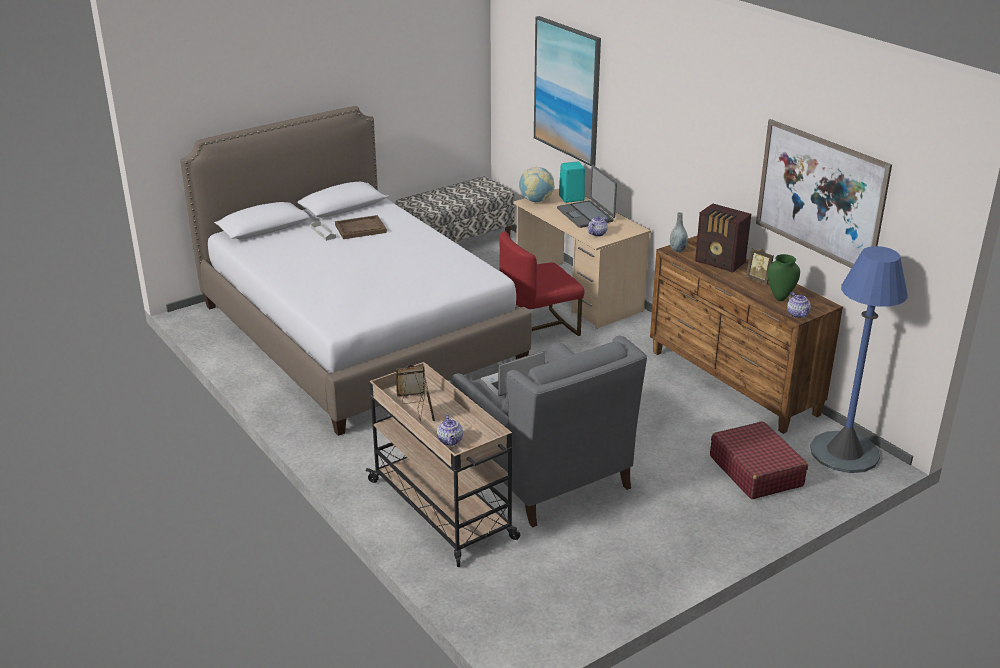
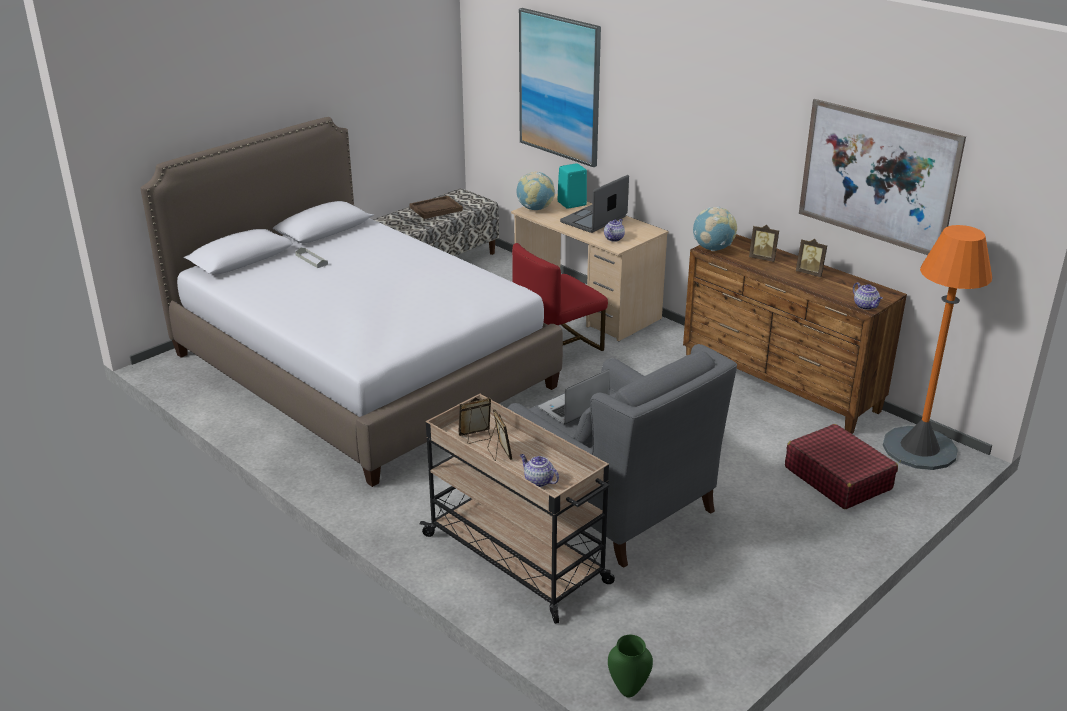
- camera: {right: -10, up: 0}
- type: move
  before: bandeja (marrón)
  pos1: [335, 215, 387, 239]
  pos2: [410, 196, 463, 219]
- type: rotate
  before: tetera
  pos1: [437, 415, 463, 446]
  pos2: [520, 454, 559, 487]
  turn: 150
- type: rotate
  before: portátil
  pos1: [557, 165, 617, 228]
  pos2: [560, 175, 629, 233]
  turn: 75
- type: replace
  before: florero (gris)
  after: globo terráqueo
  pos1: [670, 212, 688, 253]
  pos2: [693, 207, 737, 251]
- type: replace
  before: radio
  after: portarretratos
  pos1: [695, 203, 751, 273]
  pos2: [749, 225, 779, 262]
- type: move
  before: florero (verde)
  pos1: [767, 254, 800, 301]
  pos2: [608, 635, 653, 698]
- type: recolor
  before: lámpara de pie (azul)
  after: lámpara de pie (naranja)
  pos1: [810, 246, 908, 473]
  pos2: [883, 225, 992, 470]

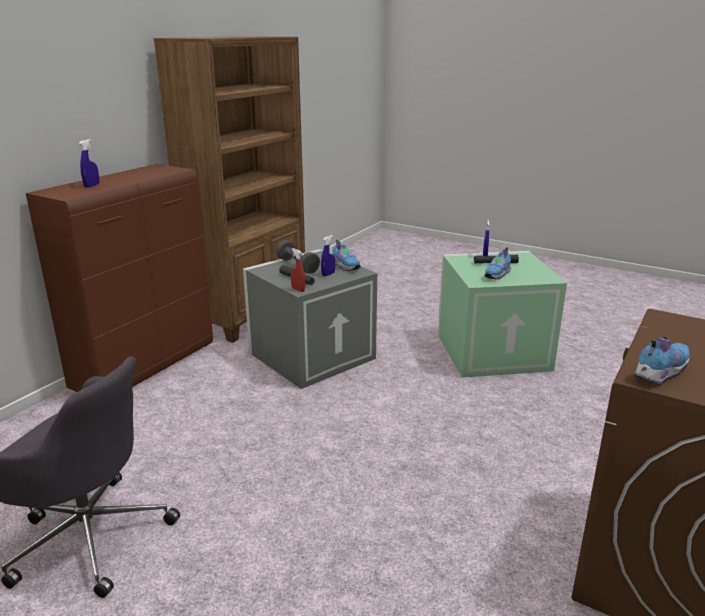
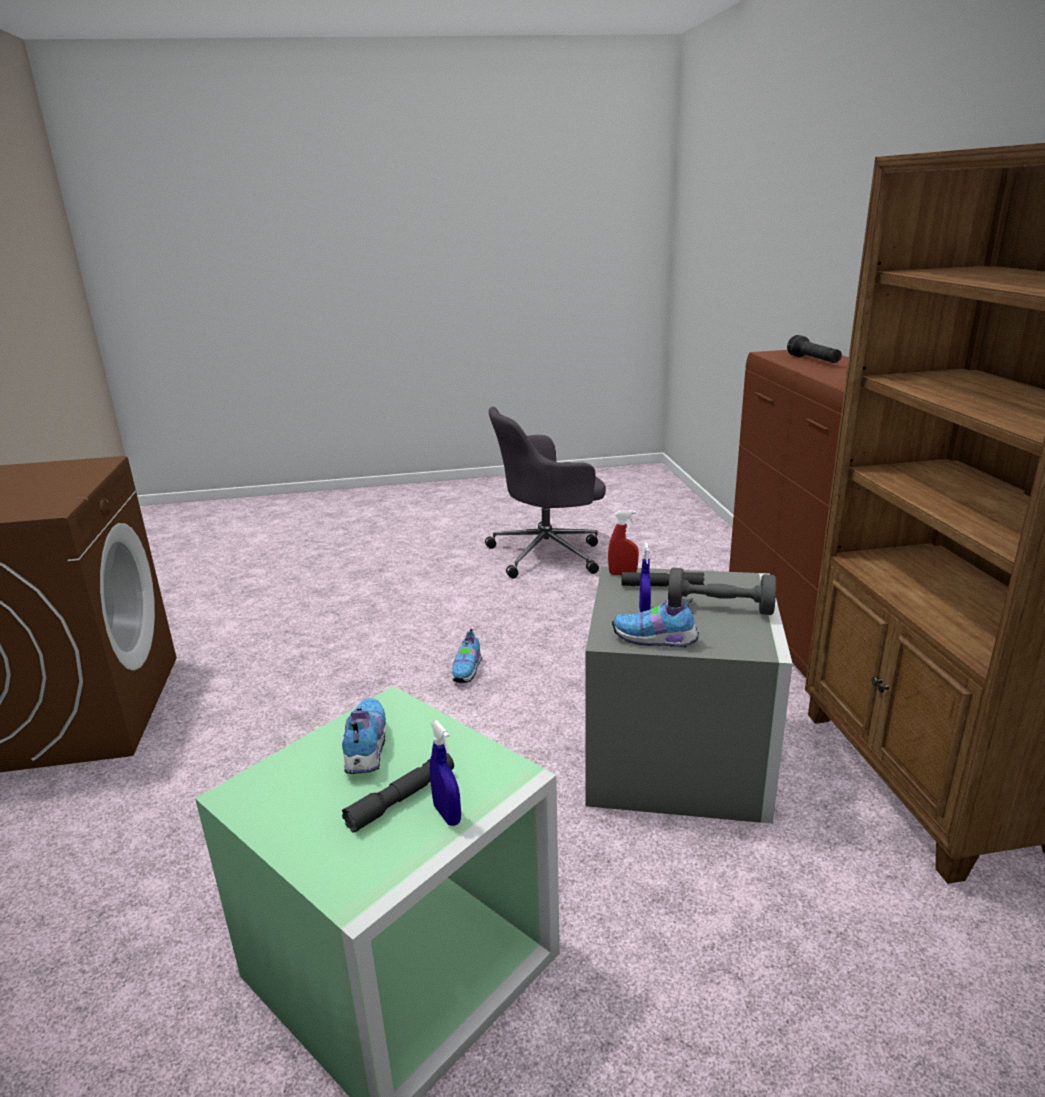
- camera: {right: 140, up: 0}
- type: replace
  before: pulverizador (azul)
  after: linterna (negro)
  pos1: [79, 139, 99, 188]
  pos2: [787, 335, 842, 363]
- type: move
  before: zapato
  pos1: [634, 337, 690, 385]
  pos2: [452, 629, 482, 683]

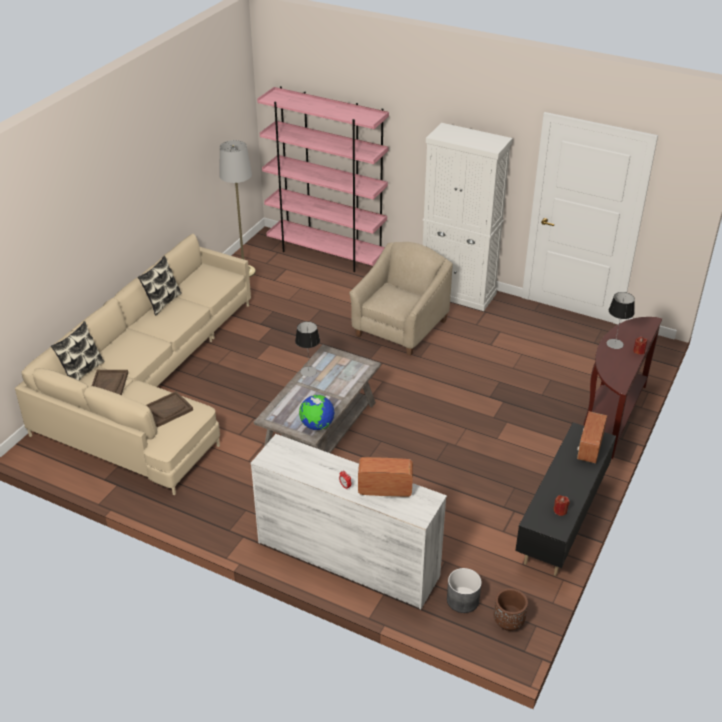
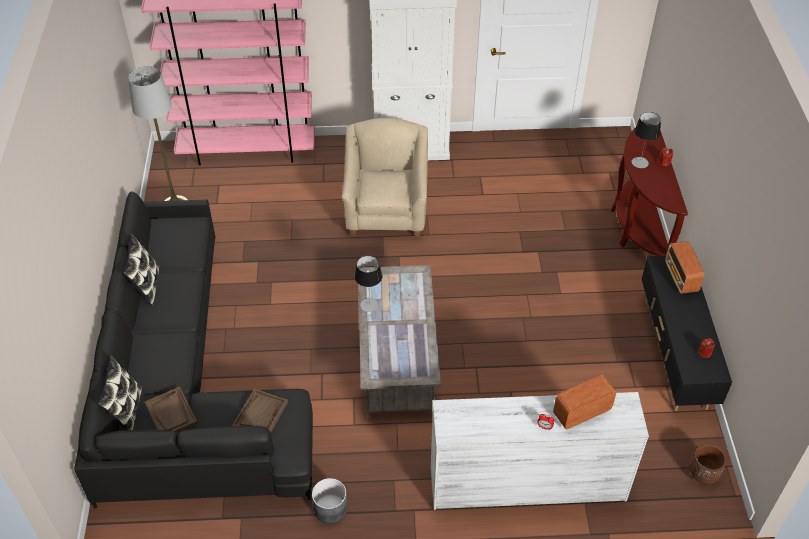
- camera: {right: -30, up: 10}
- type: recolor
  before: sofá (beis)
  after: sofá (negro)
  pos1: [15, 233, 251, 495]
  pos2: [74, 191, 313, 509]
- type: delete
  before: globo terráqueo
  pos1: [299, 395, 335, 430]
- type: move
  before: maceta (gris)
  pos1: [447, 568, 482, 613]
  pos2: [312, 478, 347, 523]

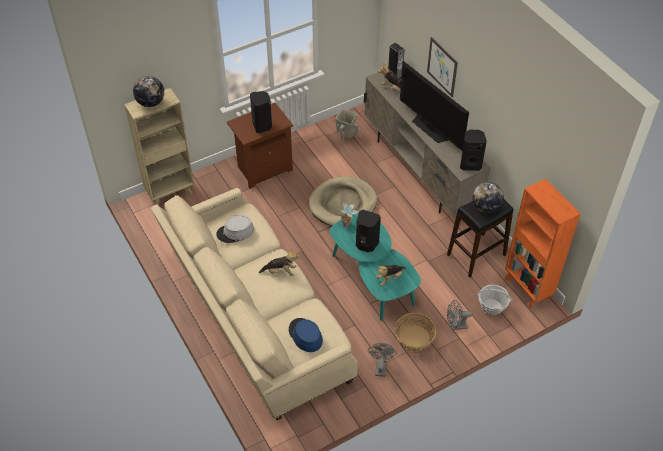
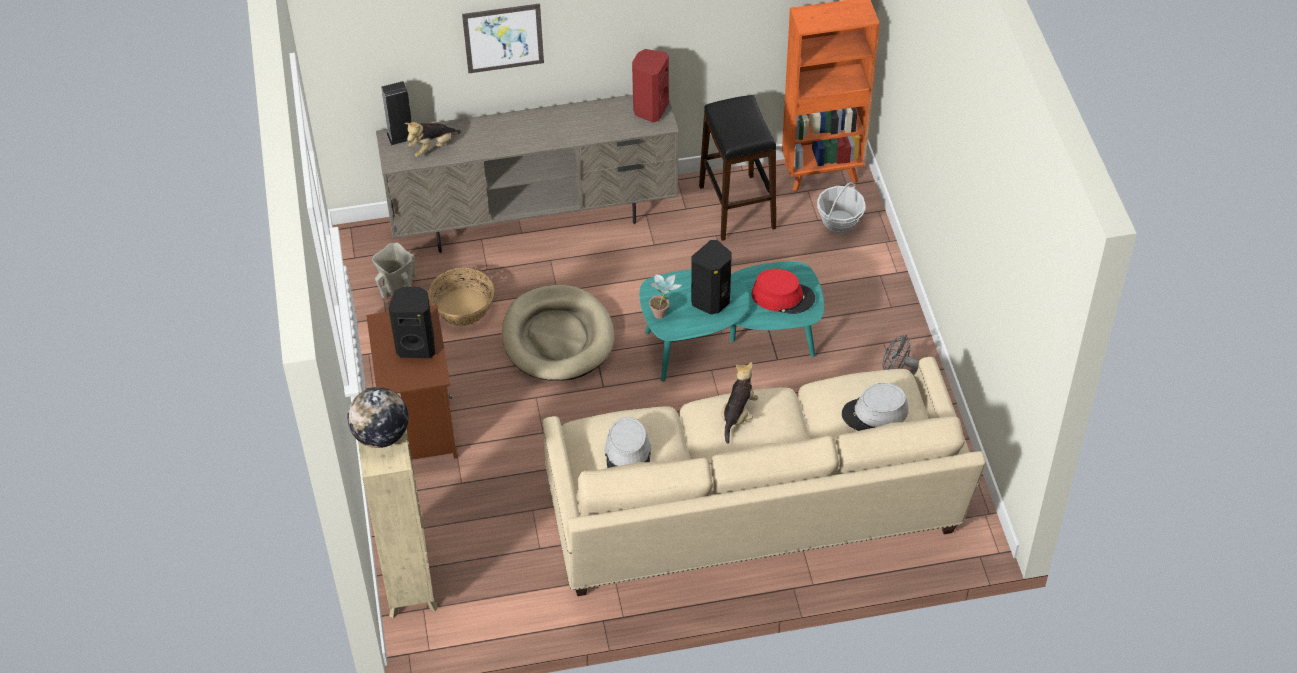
- camera: {right: -70, up: 0}
- type: recolor
  before: sombrero (azul)
  after: sombrero (gris)
  pos1: [289, 318, 323, 352]
  pos2: [842, 383, 908, 431]
- type: replace
  before: peluche
  after: sombrero (rojo)
  pos1: [375, 265, 406, 286]
  pos2: [752, 269, 815, 314]
- type: move
  before: cesta
  pos1: [394, 313, 436, 351]
  pos2: [428, 268, 494, 326]
- type: delete
  before: televisor
  pos1: [400, 61, 469, 151]
- type: delete
  before: ventilador (gris)
  pos1: [447, 300, 473, 330]
- type: recolor
  before: altavoz (negro)
  after: altavoz (rojo)
  pos1: [460, 130, 487, 171]
  pos2: [632, 49, 669, 123]
- type: delete
  before: globo terráqueo
  pos1: [472, 182, 504, 213]

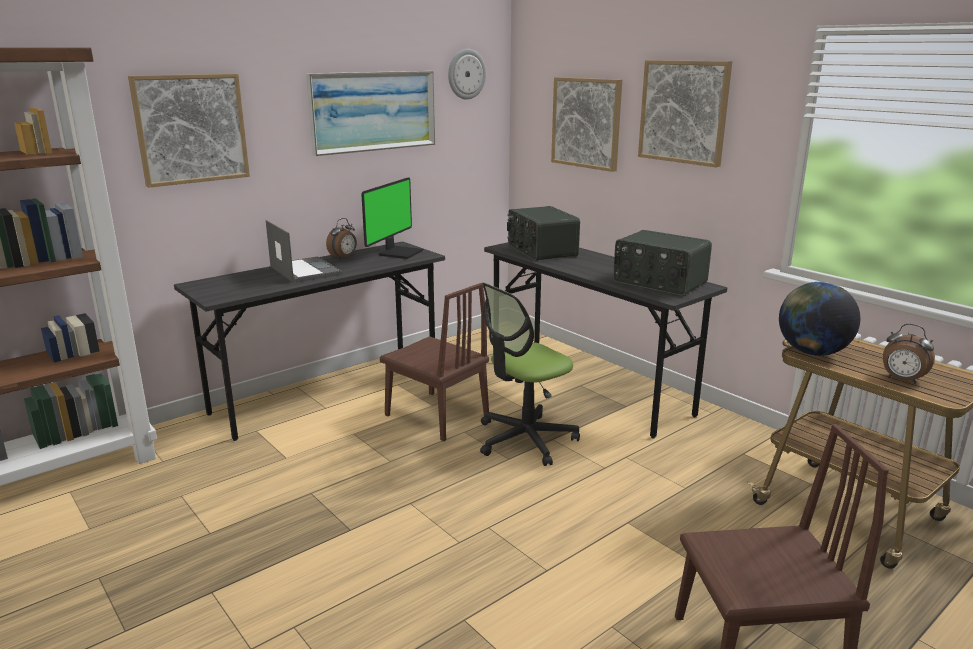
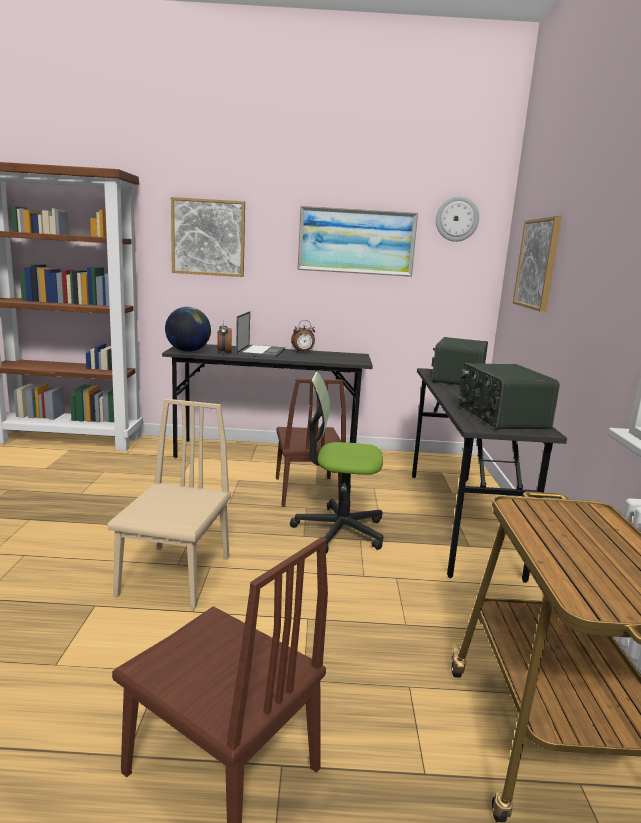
- camera: {right: 40, up: -5}
- type: delete
  before: monitor
  pos1: [361, 177, 423, 259]
- type: delete
  before: cuadro
  pos1: [638, 60, 732, 167]
- type: move
  before: globo terráqueo
  pos1: [779, 282, 860, 356]
  pos2: [165, 307, 211, 352]
- type: move
  before: despertador
  pos1: [883, 324, 935, 384]
  pos2: [217, 319, 232, 354]
- type: insert
  after: silla (beis)
  pos2: [107, 399, 231, 610]

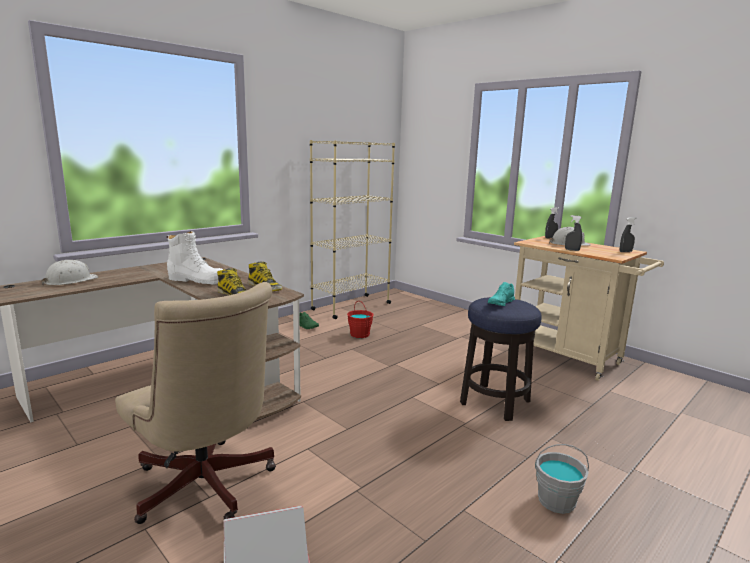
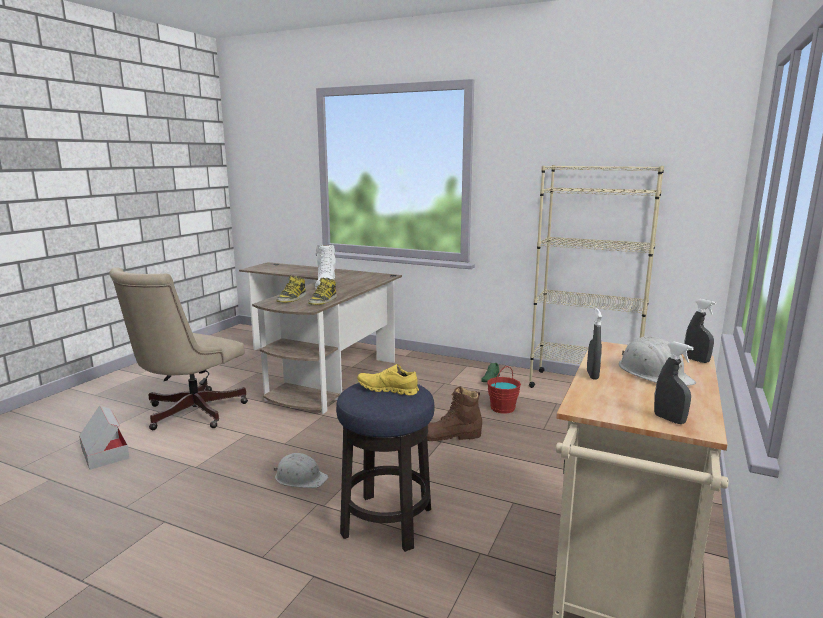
- camera: {right: 70, up: 0}
- type: move
  before: casco (blanco)
  pos1: [41, 260, 99, 285]
  pos2: [273, 453, 329, 488]
- type: recolor
  before: zapato (turquesa)
  after: zapato (amarillo)
  pos1: [488, 282, 515, 306]
  pos2: [357, 364, 419, 396]
- type: delete
  before: cubo (gris)
  pos1: [535, 444, 589, 514]
- type: insert
  after: bota (marrón)
  pos2: [427, 386, 482, 441]

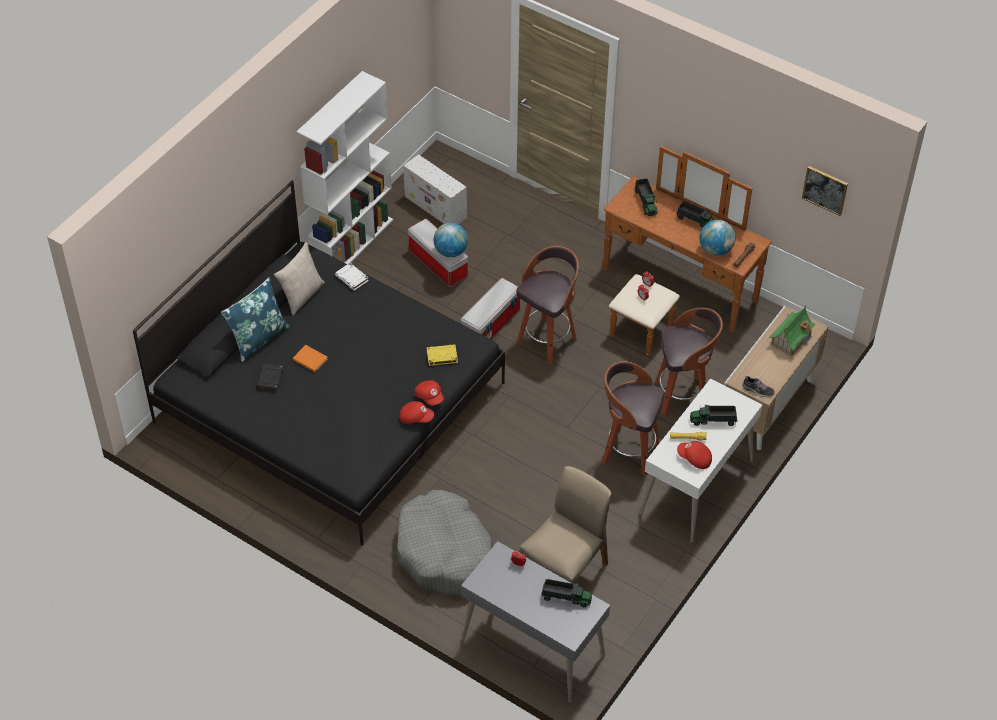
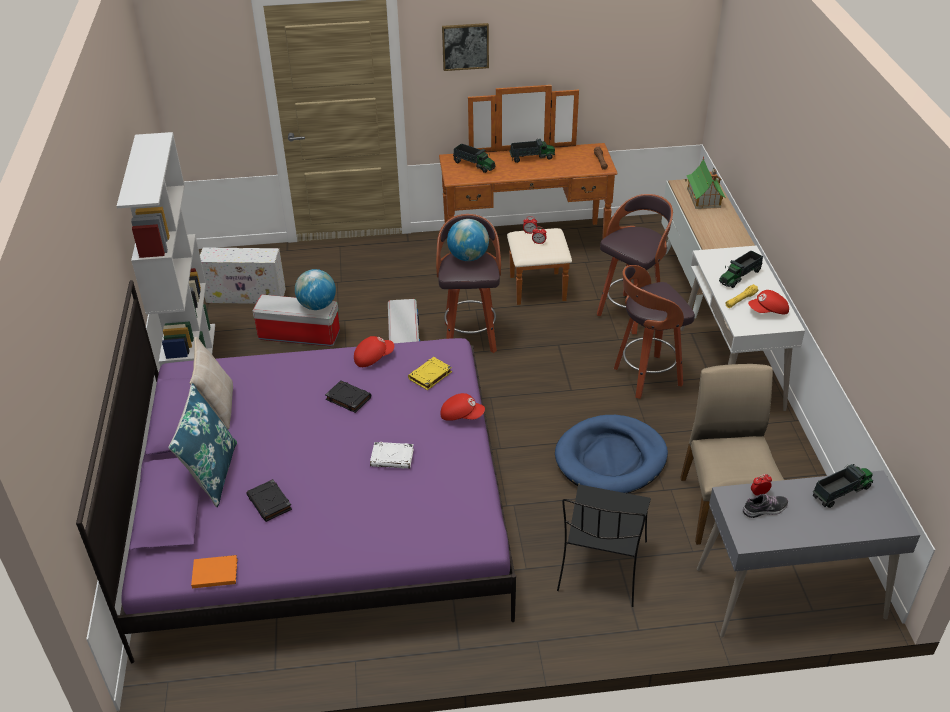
- camera: {right: -40, up: -10}
- type: recolor
  before: cama (negro)
  after: cama (morado)
  pos1: [133, 180, 505, 545]
  pos2: [76, 280, 516, 663]
- type: move
  before: libro (naranja)
  pos1: [293, 345, 328, 372]
  pos2: [191, 555, 237, 588]
- type: move
  before: libro (blanco)
  pos1: [335, 263, 369, 291]
  pos2: [370, 442, 414, 469]
- type: replace
  before: cama para perro (gris)
  after: silla (negro)
  pos1: [397, 490, 492, 596]
  pos2: [557, 485, 651, 607]
- type: move
  before: gorra (rojo)
  pos1: [399, 401, 434, 424]
  pos2: [354, 336, 394, 367]
- type: move
  before: globo terráqueo
  pos1: [699, 220, 736, 256]
  pos2: [447, 219, 489, 261]
- type: move
  before: zapato
  pos1: [742, 376, 775, 397]
  pos2: [743, 494, 788, 518]
- type: move
  before: cuadro
  pos1: [802, 166, 848, 216]
  pos2: [442, 23, 489, 71]
- type: insert
  after: libro (negro)
  pos2: [325, 380, 371, 413]
- type: insert
  after: cama para perro (azul)
  pos2: [555, 415, 668, 493]

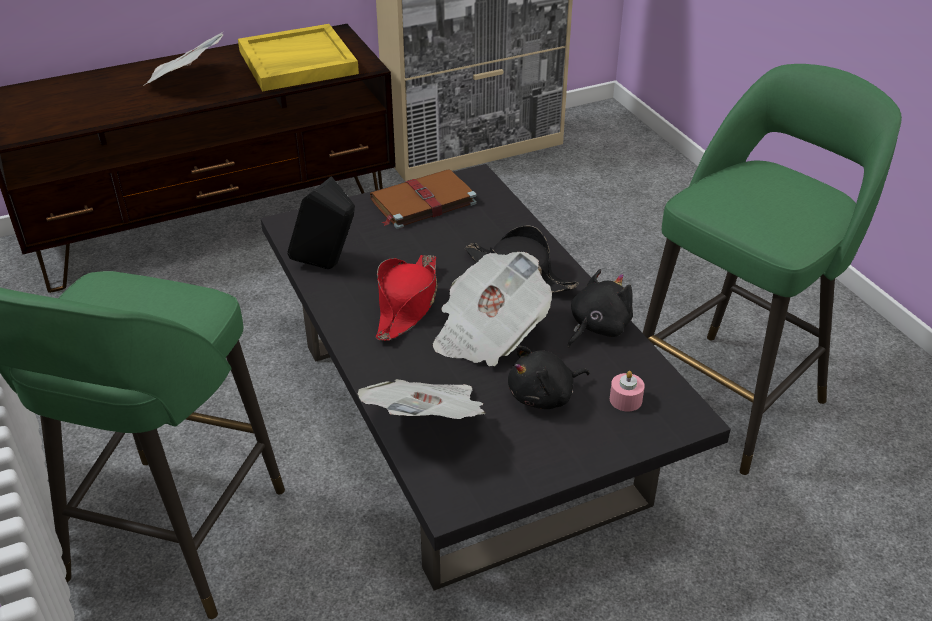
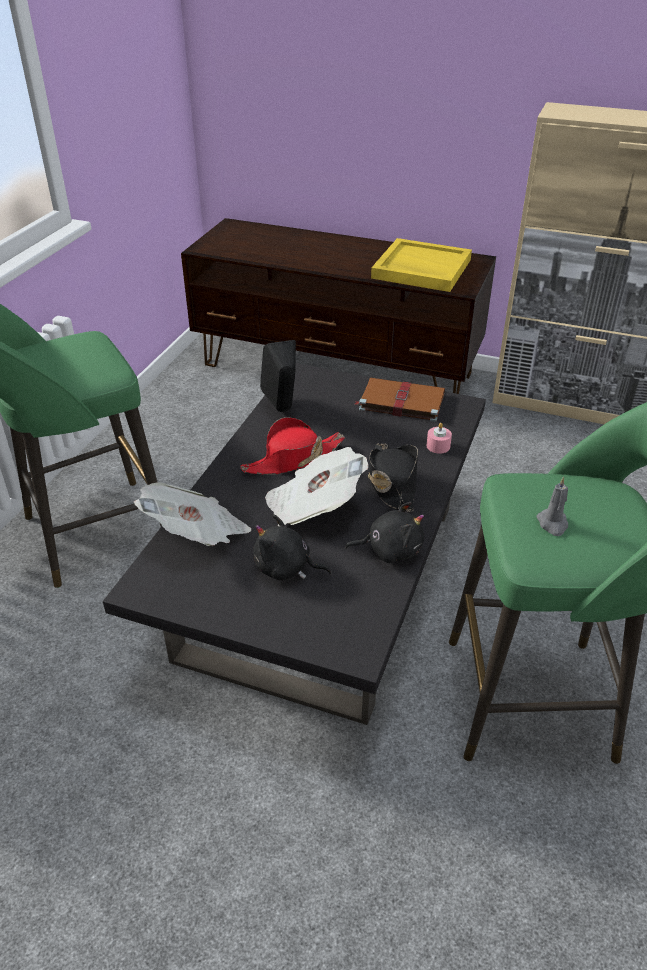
- camera: {right: 45, up: 0}
- type: delete
  before: periódico
  pos1: [143, 31, 224, 86]
- type: move
  before: vela (rosa)
  pos1: [610, 371, 645, 412]
  pos2: [427, 423, 452, 454]
- type: insert
  after: vela (gris)
  pos2: [536, 477, 568, 536]

